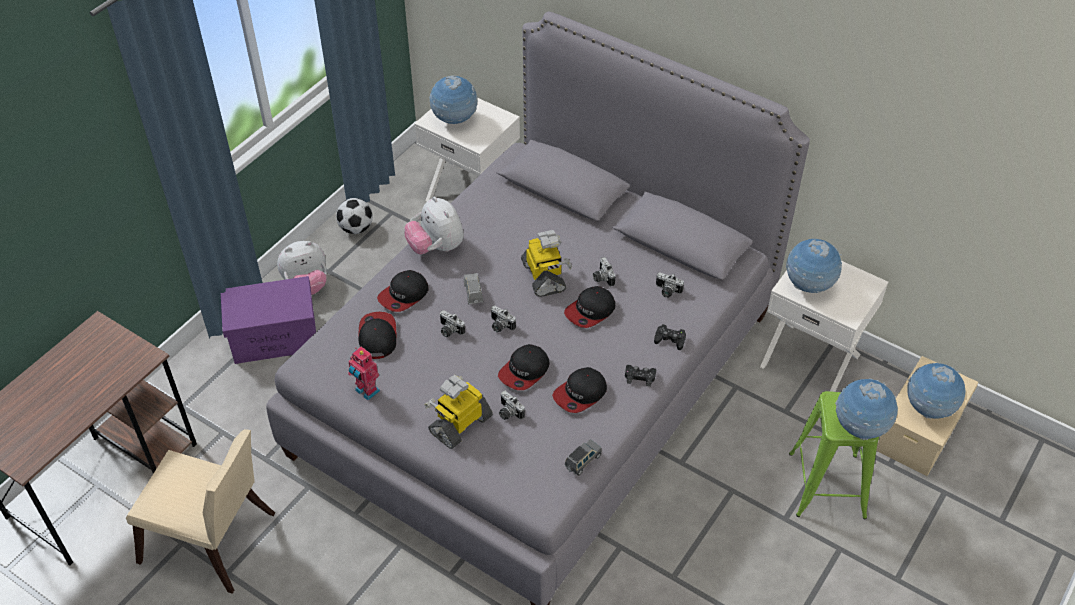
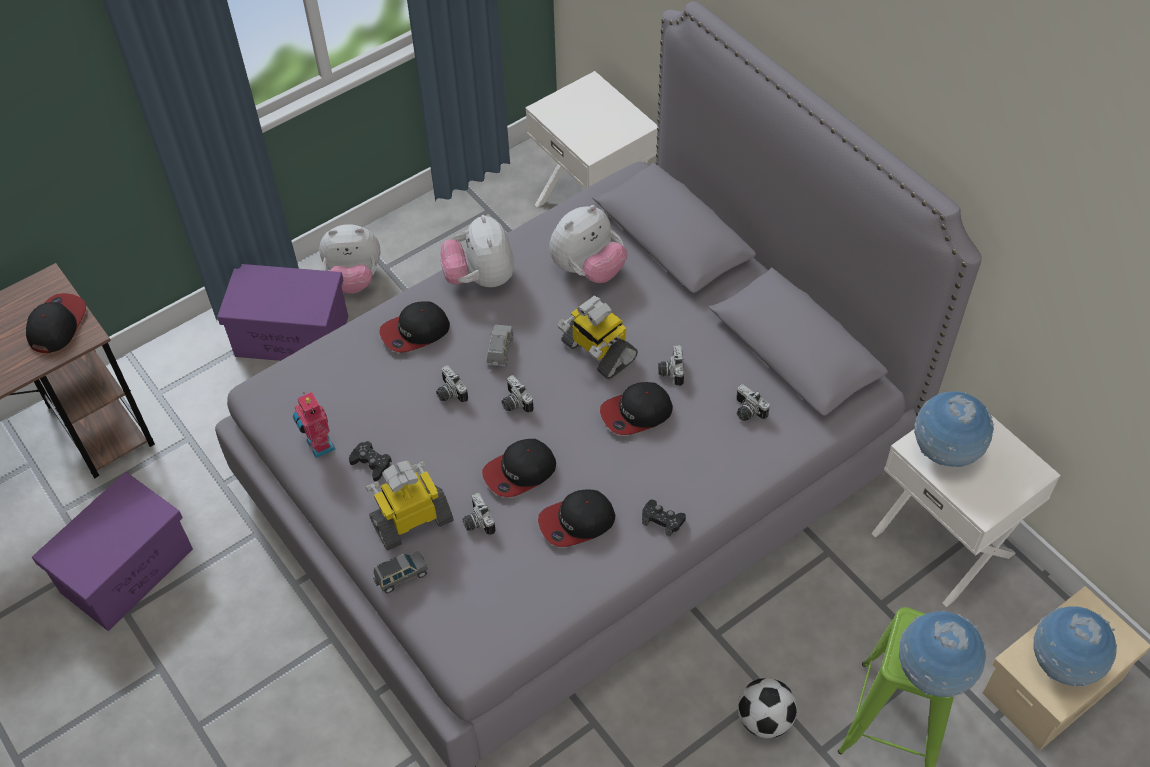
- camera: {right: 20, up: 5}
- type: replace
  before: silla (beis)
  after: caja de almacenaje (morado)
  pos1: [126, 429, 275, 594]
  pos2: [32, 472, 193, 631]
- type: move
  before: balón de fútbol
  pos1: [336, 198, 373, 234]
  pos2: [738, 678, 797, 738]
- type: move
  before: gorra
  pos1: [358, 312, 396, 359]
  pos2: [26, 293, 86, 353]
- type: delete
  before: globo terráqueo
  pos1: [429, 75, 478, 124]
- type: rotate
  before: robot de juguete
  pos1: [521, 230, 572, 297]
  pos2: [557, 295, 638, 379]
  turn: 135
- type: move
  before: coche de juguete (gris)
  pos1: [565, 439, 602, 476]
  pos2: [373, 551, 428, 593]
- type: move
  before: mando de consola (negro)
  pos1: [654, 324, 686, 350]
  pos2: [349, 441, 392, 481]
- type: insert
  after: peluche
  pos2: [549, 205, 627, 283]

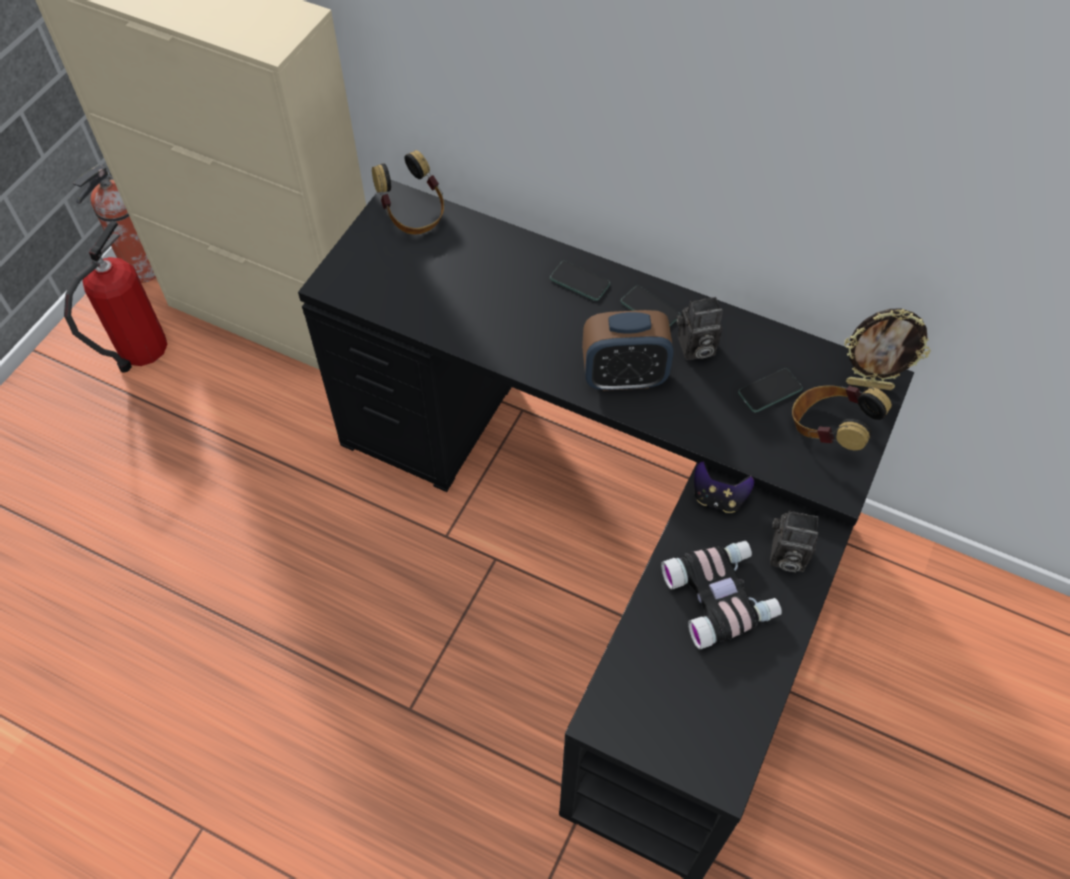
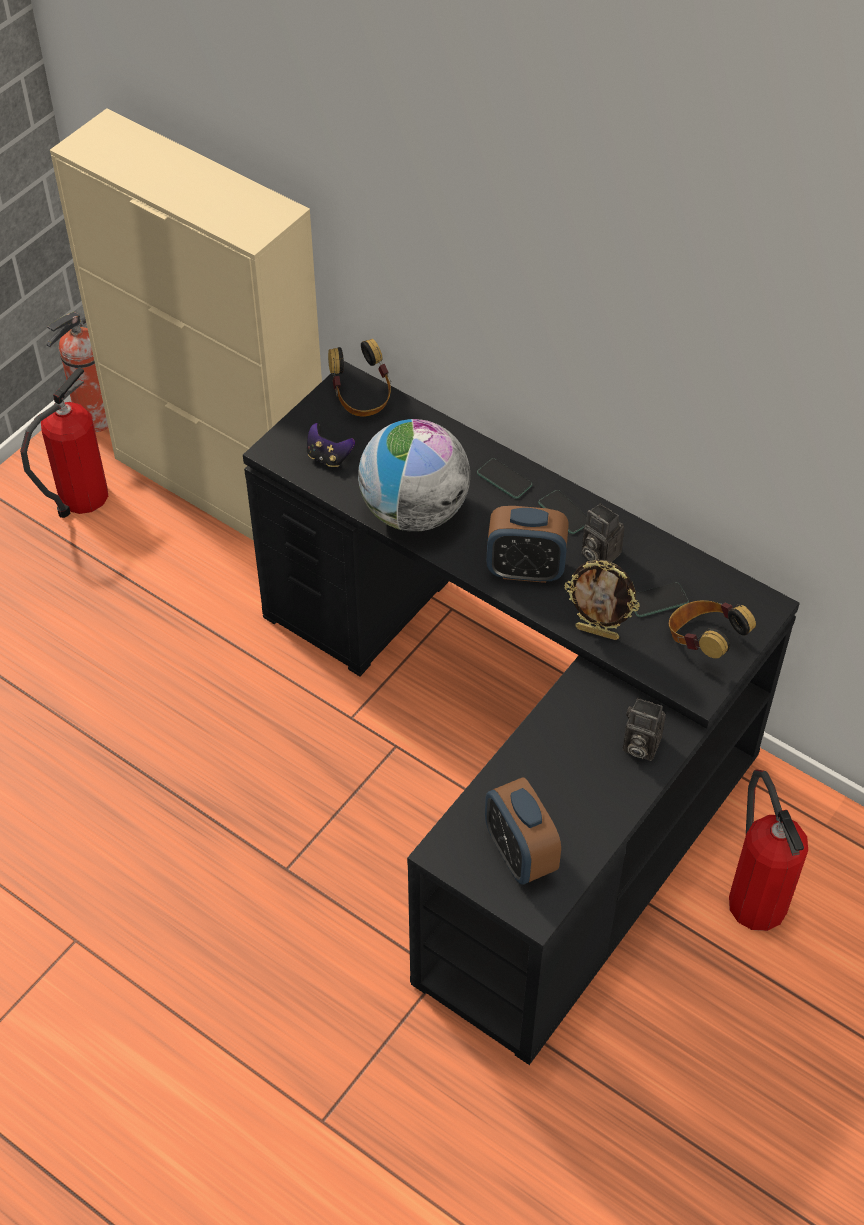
- camera: {right: 10, up: -5}
- type: delete
  before: prismáticos
  pos1: [661, 541, 782, 650]
- type: rotate
  before: cámara
  pos1: [677, 297, 723, 360]
  pos2: [581, 503, 624, 562]
  turn: 45
- type: move
  before: mando de consola
  pos1: [694, 462, 754, 513]
  pos2: [307, 423, 355, 467]
- type: move
  before: portarretratos
  pos1: [844, 309, 931, 390]
  pos2: [564, 559, 640, 640]
- type: insert
  after: globo terráqueo
  pos2: [358, 419, 470, 532]
- type: insert
  after: despertador
  pos2: [485, 777, 561, 885]
- type: insert
  after: extintor
  pos2: [729, 769, 808, 931]

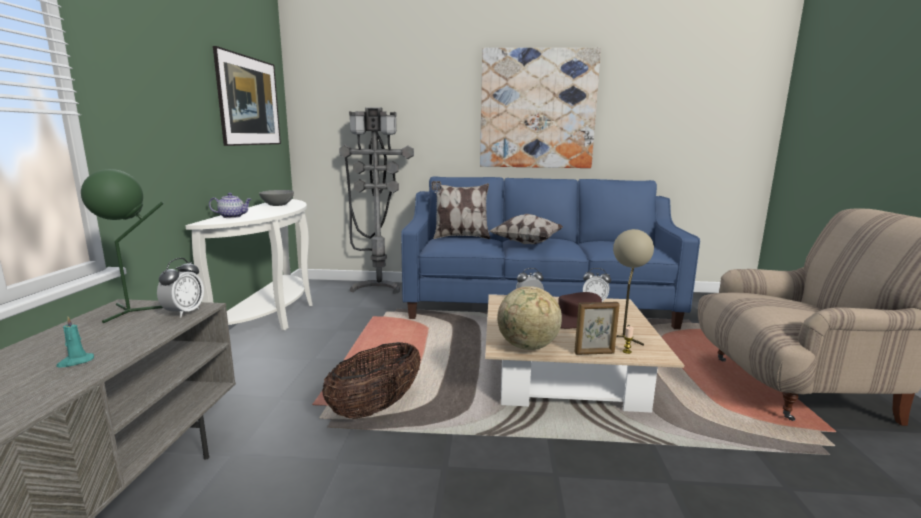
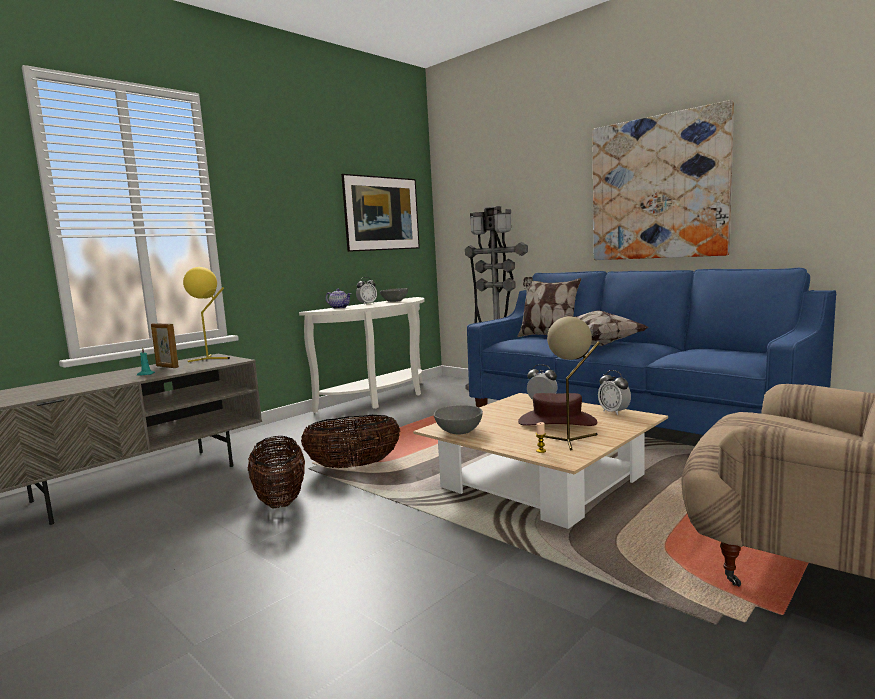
- camera: {right: 40, up: -5}
- type: recolor
  before: lámpara de mesa (verde)
  after: lámpara de mesa (amarillo)
  pos1: [81, 169, 164, 323]
  pos2: [183, 267, 230, 362]
- type: move
  before: despertador
  pos1: [157, 258, 204, 317]
  pos2: [356, 277, 377, 305]
- type: replace
  before: globo terráqueo
  after: cuenco (gris)
  pos1: [497, 286, 562, 350]
  pos2: [434, 405, 483, 434]
- type: move
  before: portarretratos
  pos1: [574, 302, 620, 355]
  pos2: [151, 323, 179, 368]
- type: insert
  after: cesta
  pos2: [248, 436, 305, 509]

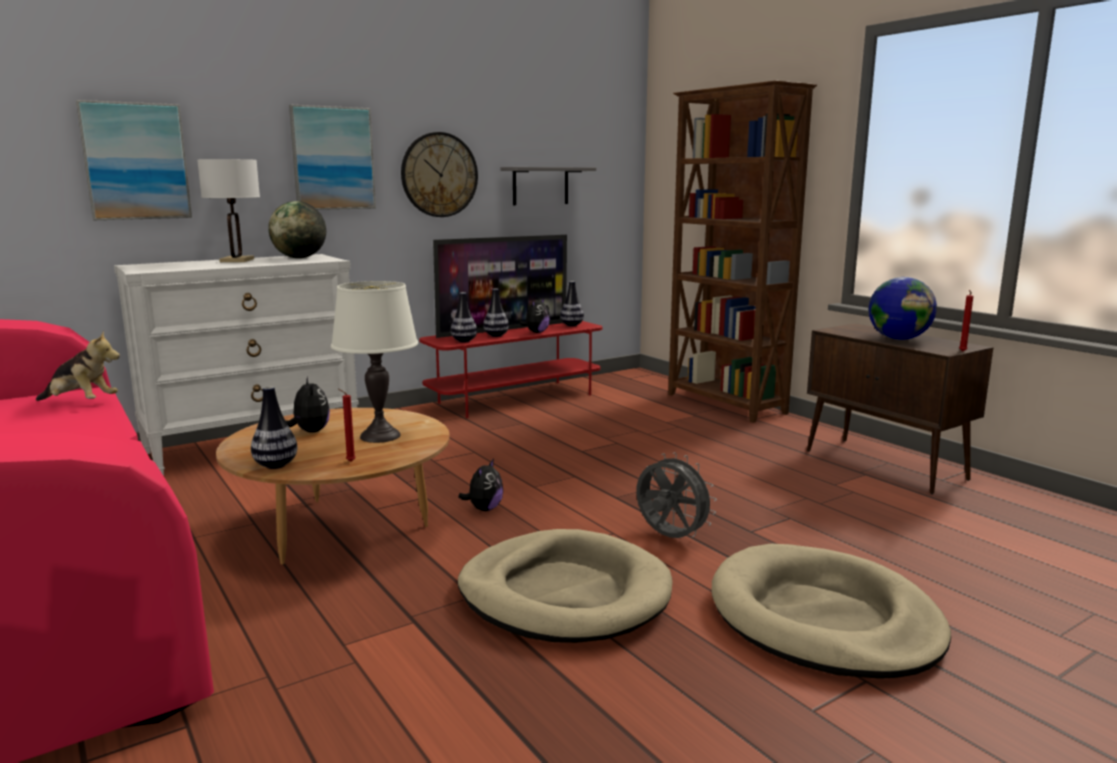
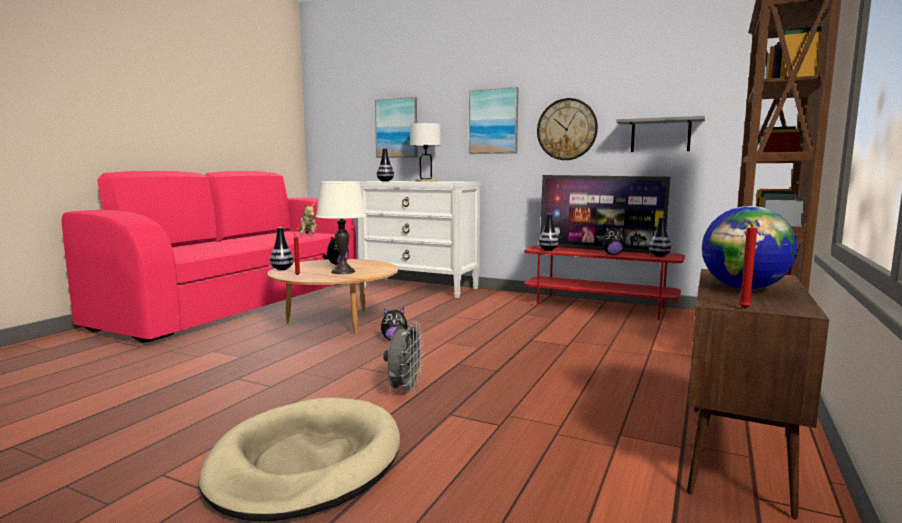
- camera: {right: 60, up: -5}
- type: delete
  before: globo terráqueo
  pos1: [268, 201, 326, 258]
- type: delete
  before: cama para perro (beis)
  pos1: [458, 529, 672, 643]
- type: move
  before: florero
  pos1: [483, 288, 509, 337]
  pos2: [377, 148, 394, 182]

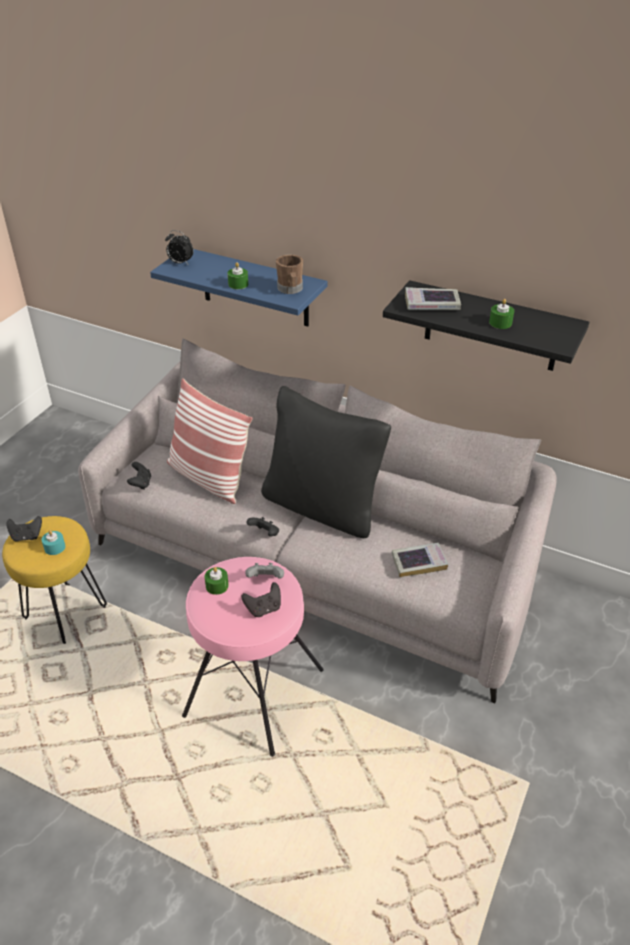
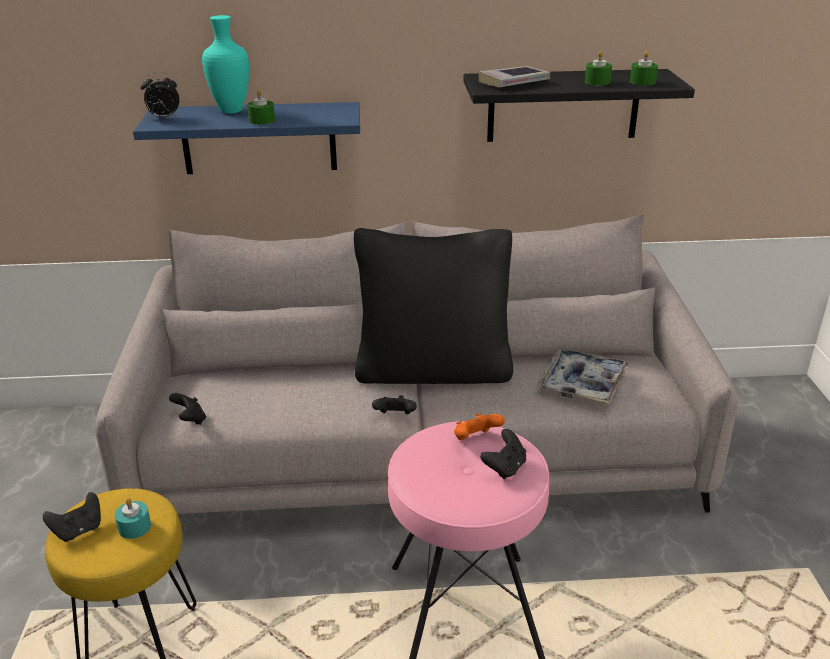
- camera: {right: -30, up: -10}
- type: delete
  before: cojín
  pos1: [167, 378, 252, 504]
- type: move
  before: vela (verde)
  pos1: [205, 567, 229, 595]
  pos2: [630, 51, 658, 85]
- type: recolor
  before: mando de consola (gris)
  after: mando de consola (naranja)
  pos1: [245, 563, 284, 579]
  pos2: [454, 413, 505, 440]
- type: delete
  before: taza grande (marrón)
  pos1: [276, 254, 303, 294]
- type: replace
  before: libro
  after: bandeja
  pos1: [392, 543, 448, 577]
  pos2: [537, 350, 630, 404]
- type: insert
  after: florero (turquesa)
  pos2: [202, 15, 249, 114]

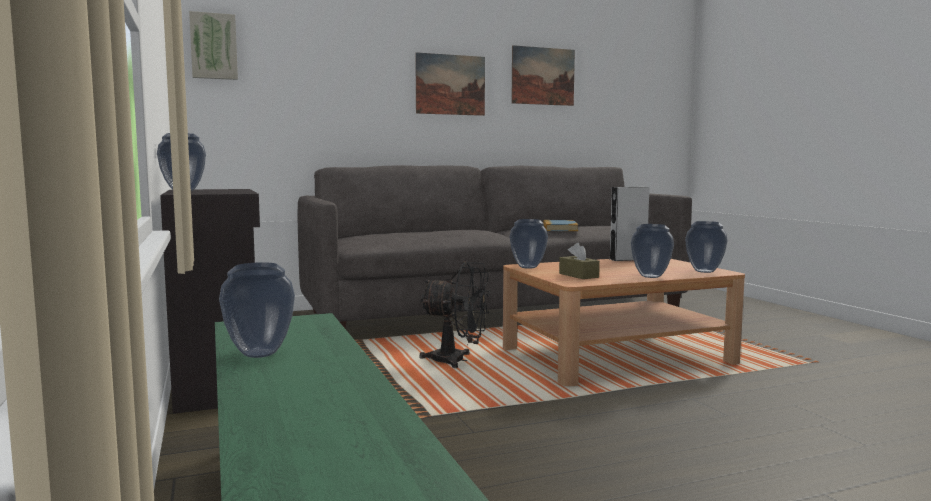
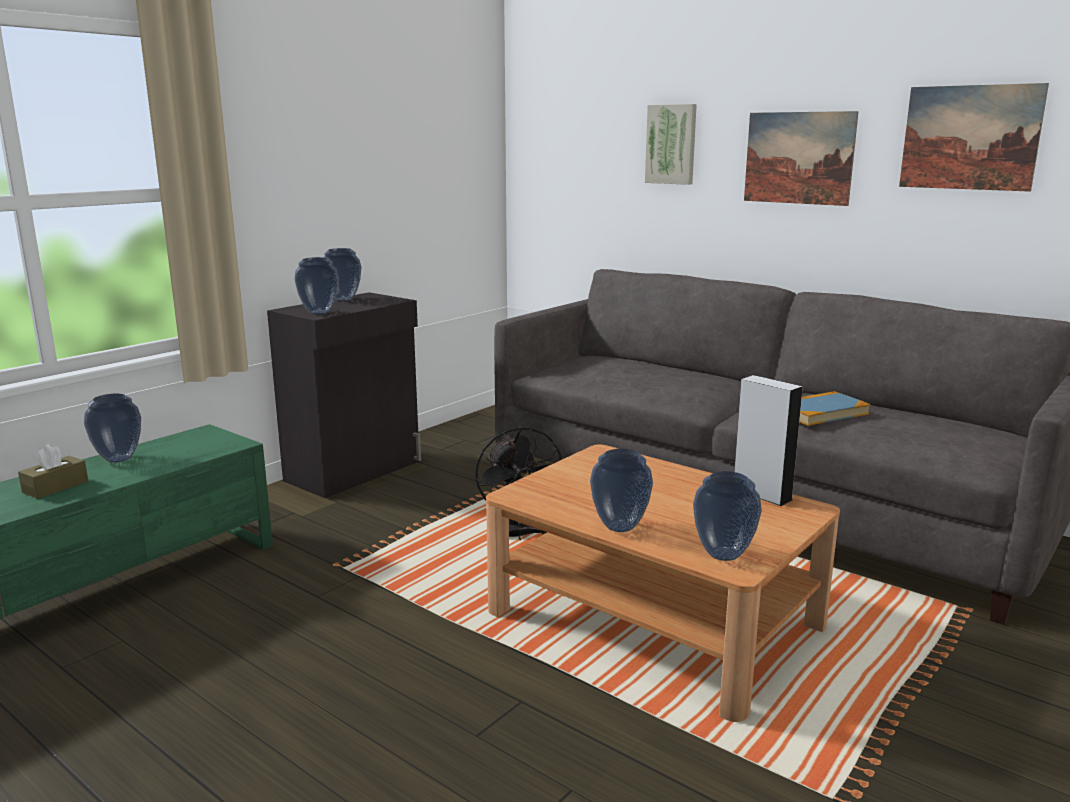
- camera: {right: 60, up: 10}
- type: move
  before: cuadro
  pos1: [189, 11, 238, 80]
  pos2: [645, 104, 697, 185]
- type: move
  before: florero
  pos1: [509, 219, 548, 269]
  pos2: [294, 257, 339, 314]
- type: move
  before: caja de pañuelos (marrón)
  pos1: [559, 243, 600, 279]
  pos2: [18, 444, 88, 499]

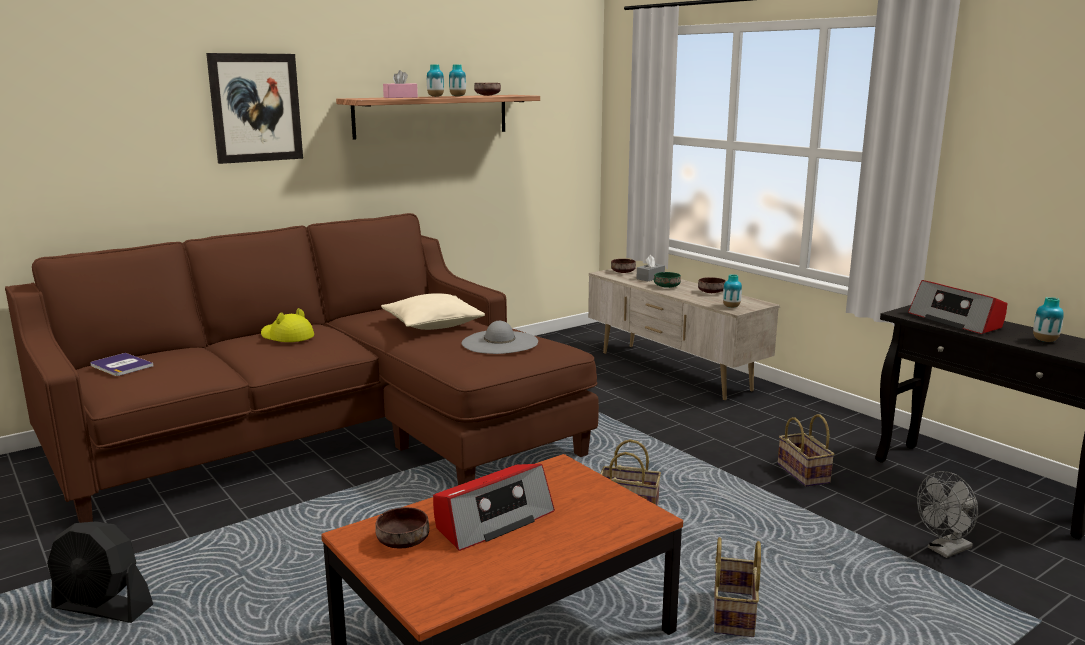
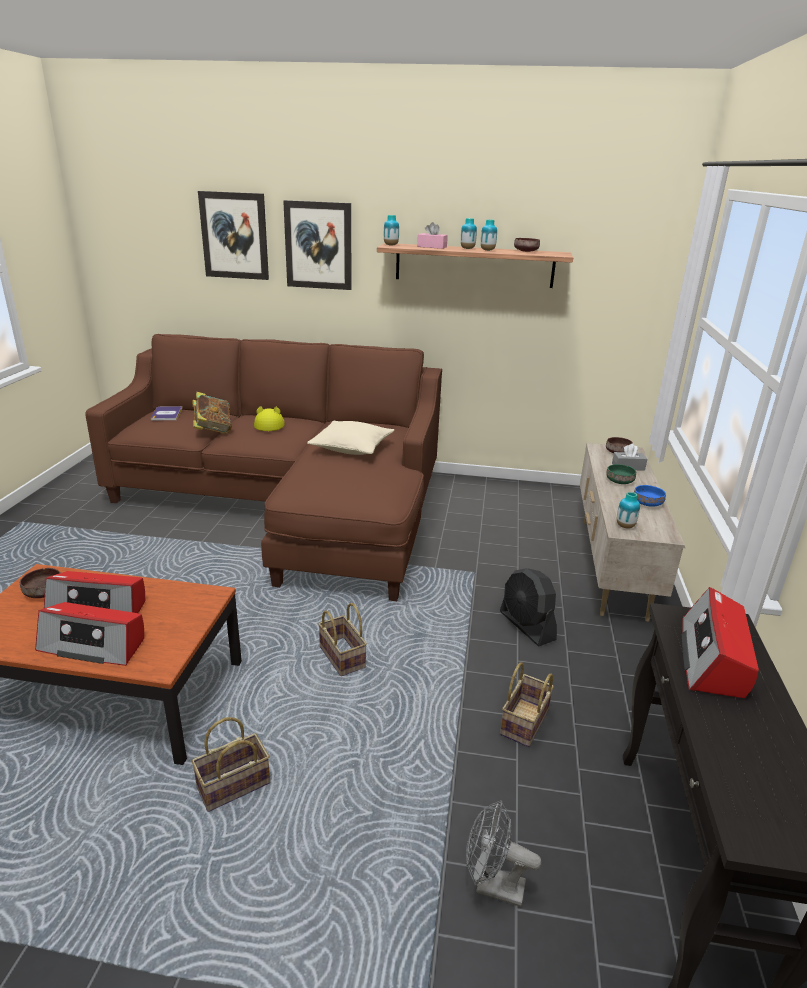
- camera: {right: 45, up: 10}
- type: move
  before: ventilador (negro)
  pos1: [47, 521, 153, 623]
  pos2: [500, 568, 557, 646]
- type: delete
  before: sombrero (gris)
  pos1: [462, 321, 538, 354]
- type: recolor
  before: cuenco (marrón)
  after: cuenco (azul)
  pos1: [698, 277, 726, 293]
  pos2: [634, 485, 666, 506]
- type: move
  before: florero
  pos1: [1033, 297, 1064, 342]
  pos2: [384, 215, 399, 246]
- type: insert
  after: radio
  pos2: [35, 602, 144, 666]
- type: insert
  after: libro
  pos2: [192, 392, 232, 434]
- type: insert
  after: cuadro
  pos2: [198, 191, 269, 280]

